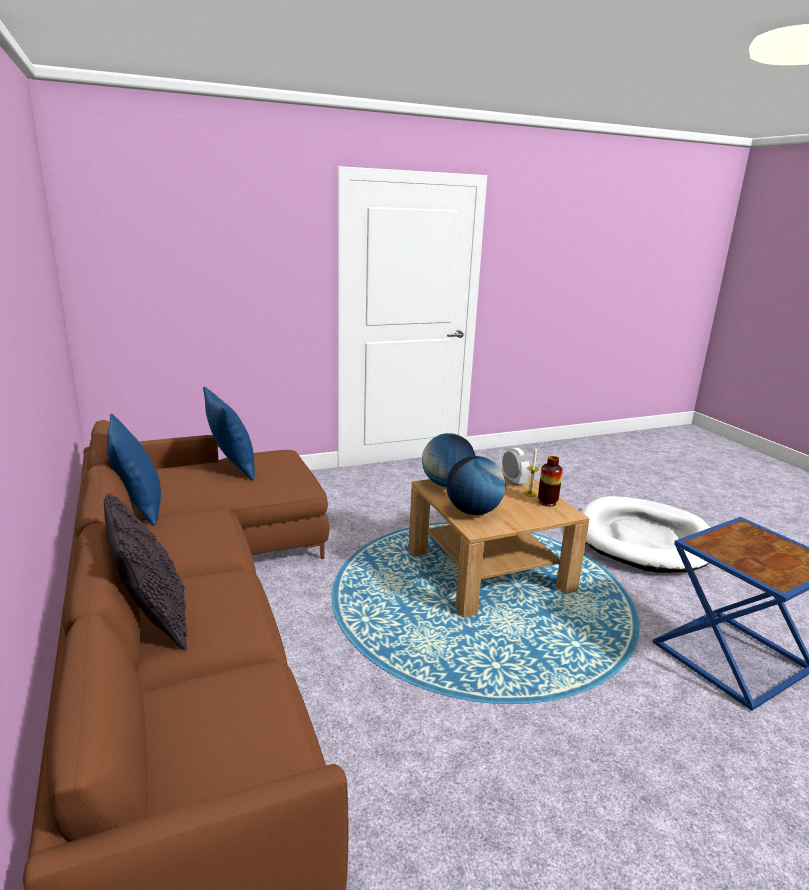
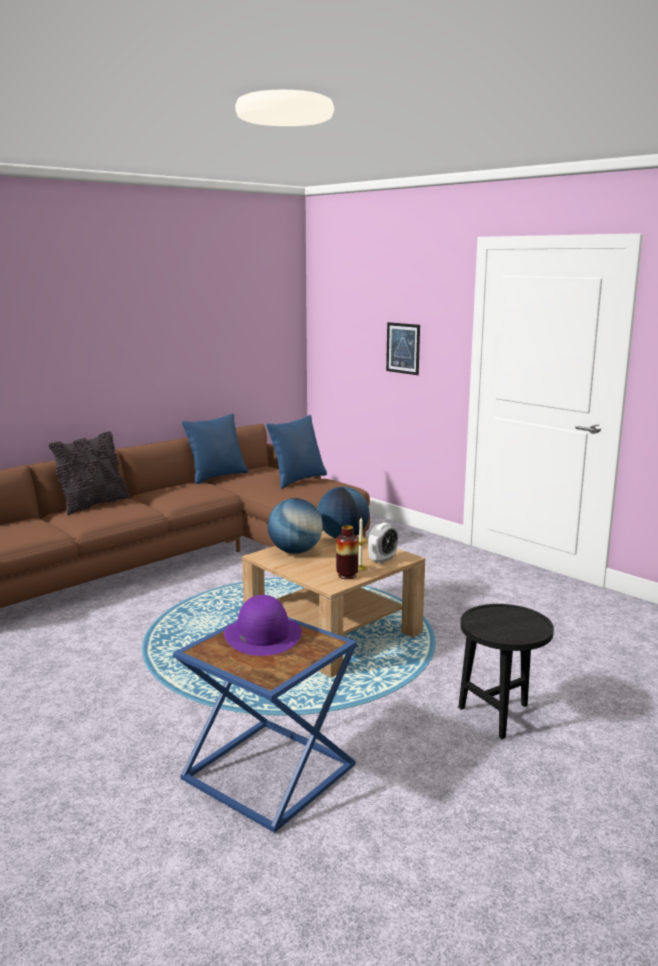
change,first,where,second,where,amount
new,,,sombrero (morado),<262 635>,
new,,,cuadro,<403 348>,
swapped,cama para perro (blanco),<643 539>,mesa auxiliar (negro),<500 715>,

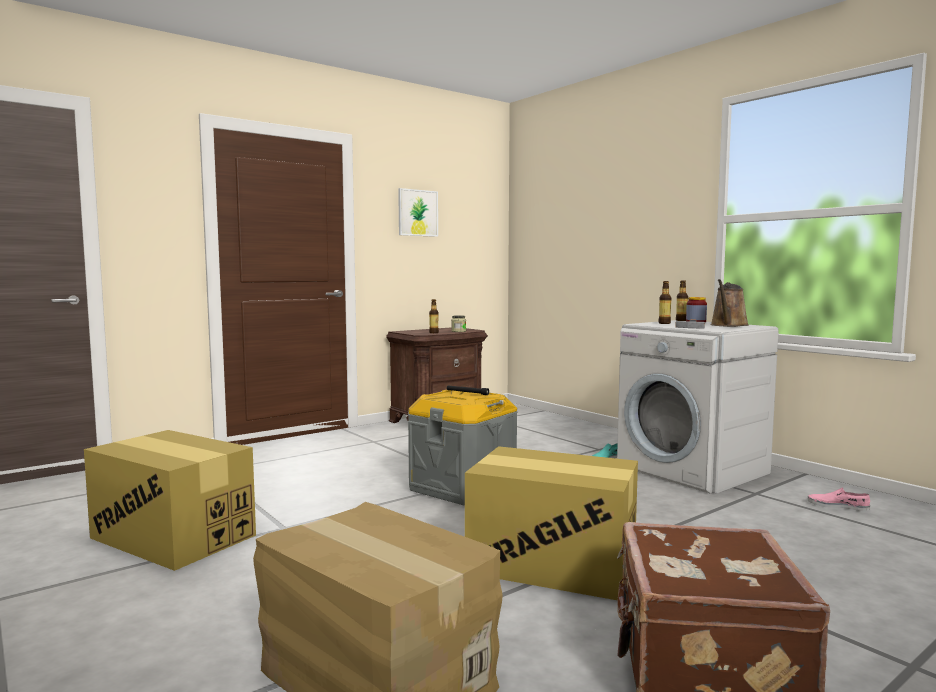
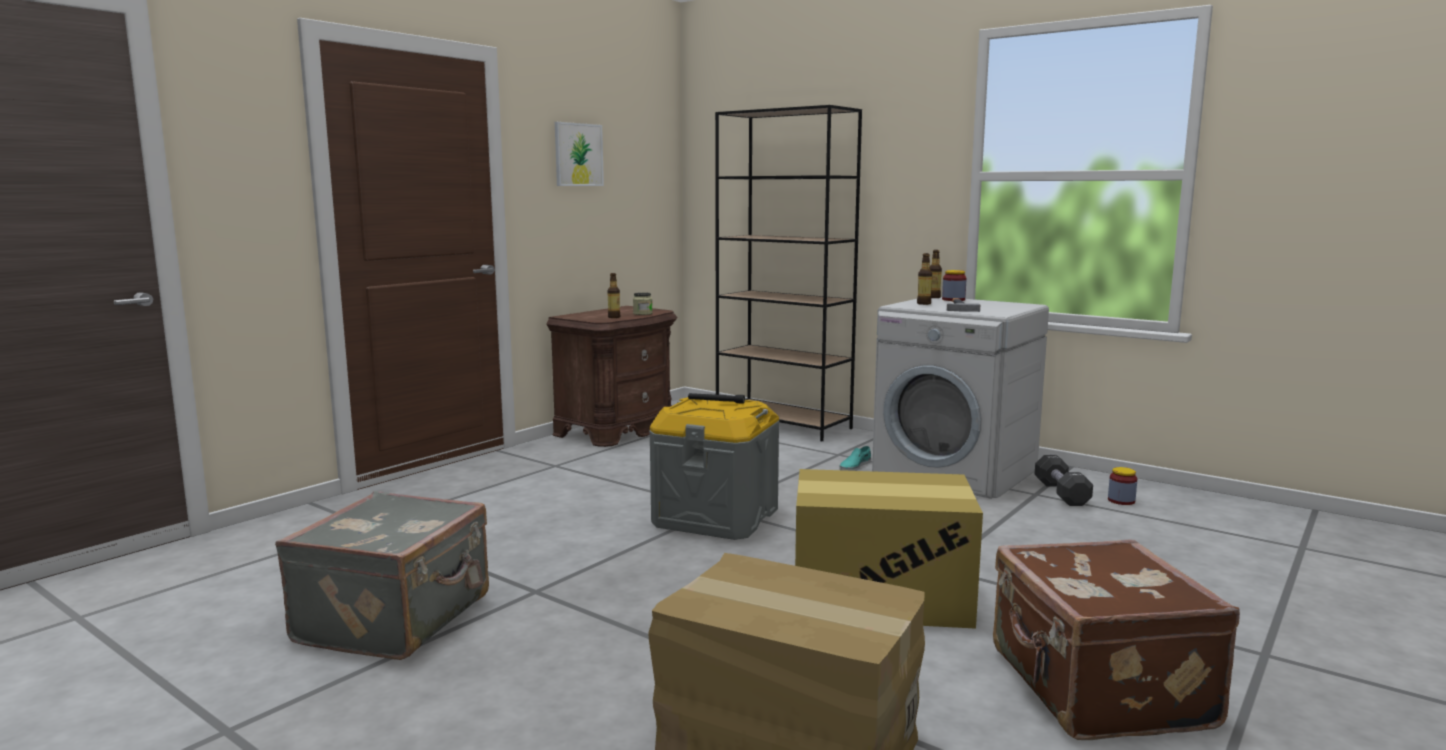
change,first,where,second,where,amount
gone,regadera (marrón),<728 325>,,,
new,,,estantería (beis),<784 424>,
new,,,mancuerna (negro),<1061 493>,
swapped,caja de cartón,<173 536>,maleta (gris),<397 619>,
swapped,zapato (rosa),<838 506>,tarro,<1121 501>,

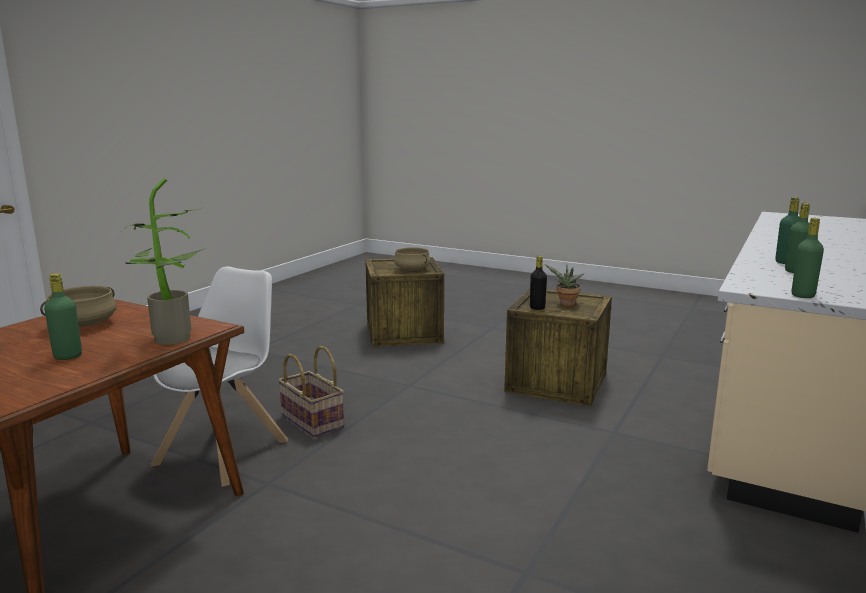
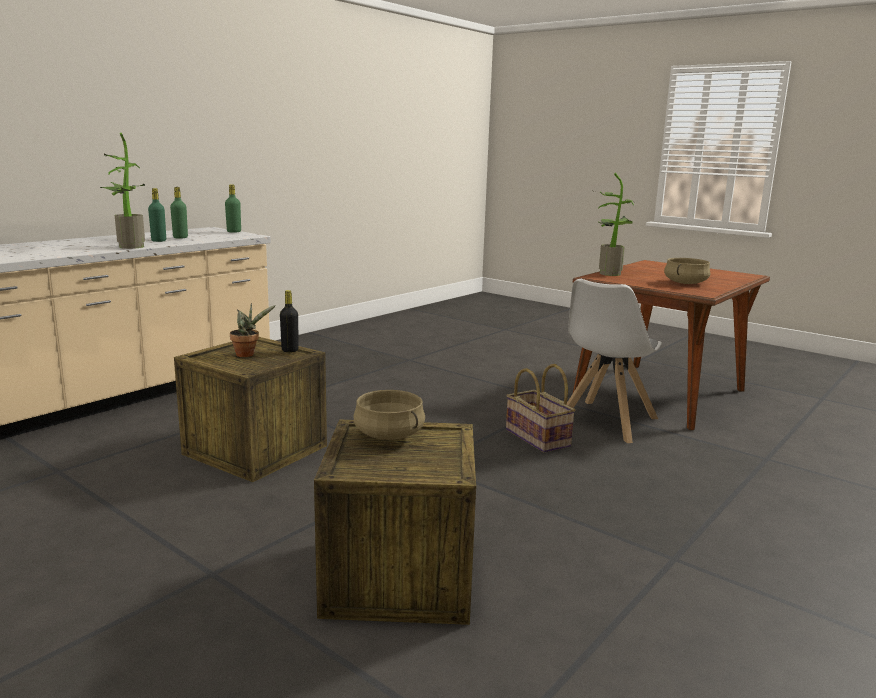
change,first,where,second,where,amount
gone,botella (verde),<68 356>,,,
new,,,planta en maceta,<128 246>,

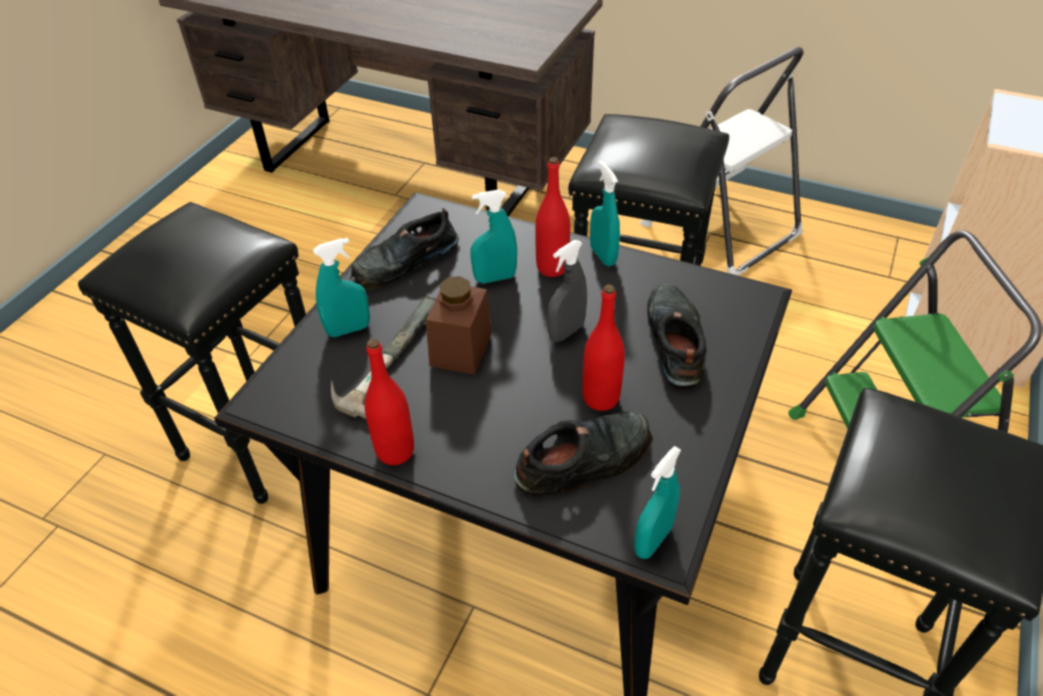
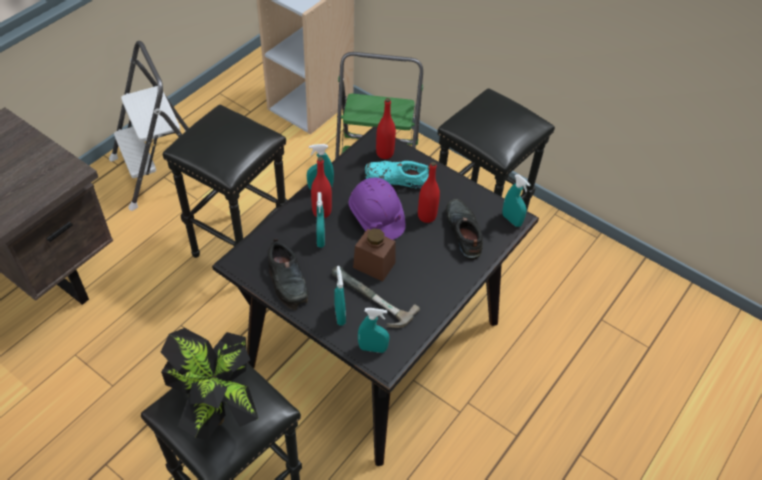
change,first,where,second,where,amount
new,,,planta en maceta,<219 406>,
new,,,pulverizador (turquesa),<372 348>,
shifted,botella (rojo),<395 451>,,<385 153>,
swapped,pulverizador (gris),<566 332>,casco (morado),<376 218>,
repainted,zapato (negro),<674 340>,zapato (turquesa),<396 178>,

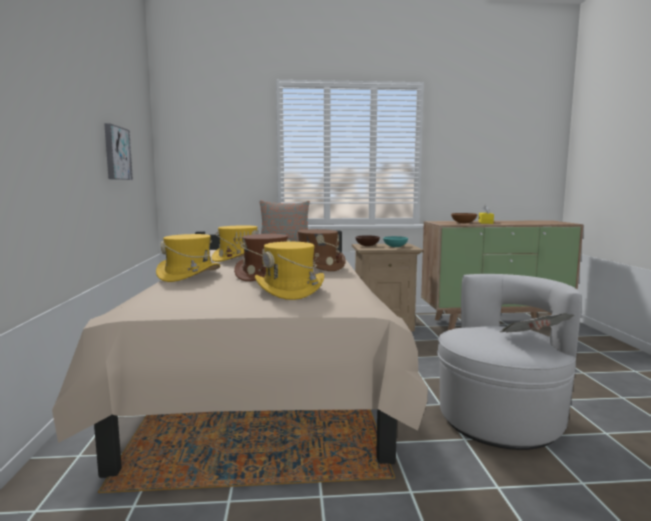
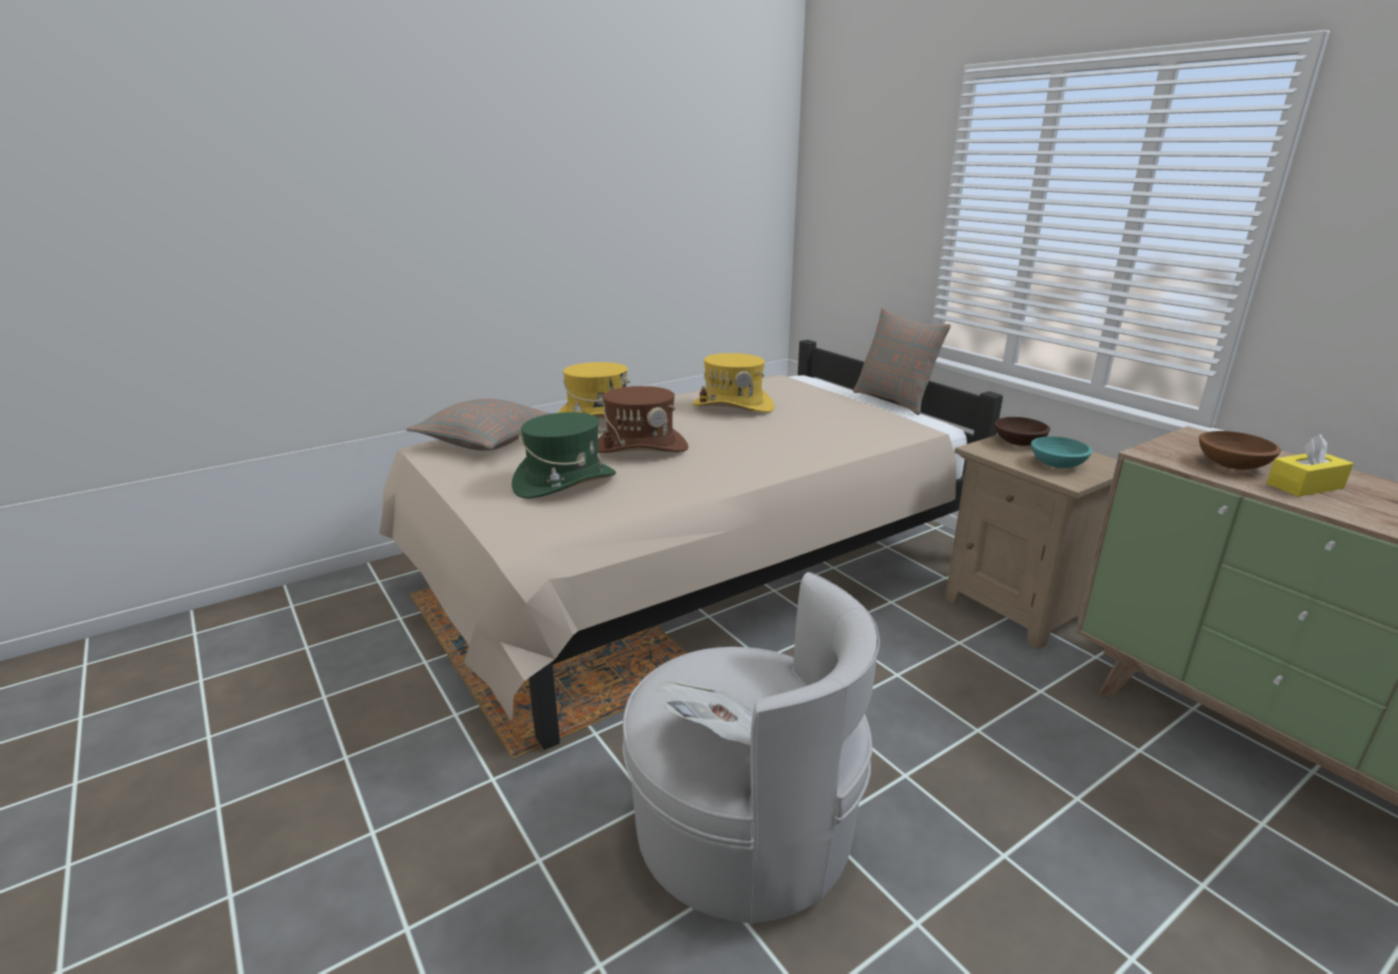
change,first,where,second,where,amount
gone,cuadro,<116 153>,,,
gone,sombrero (marrón),<317 266>,,,
new,,,cojín (gris),<487 441>,
repainted,sombrero (amarillo),<290 290>,sombrero (verde),<565 482>,

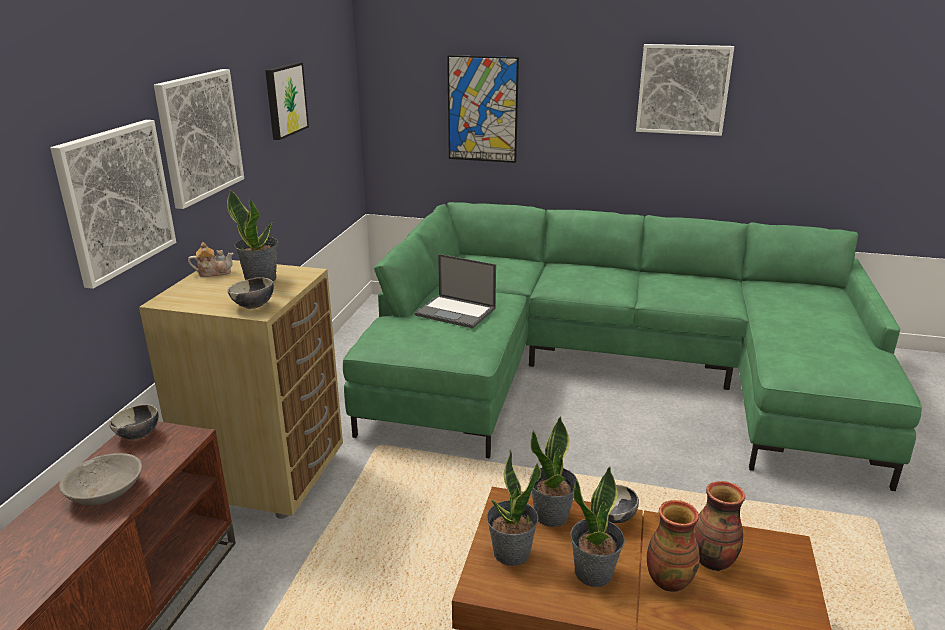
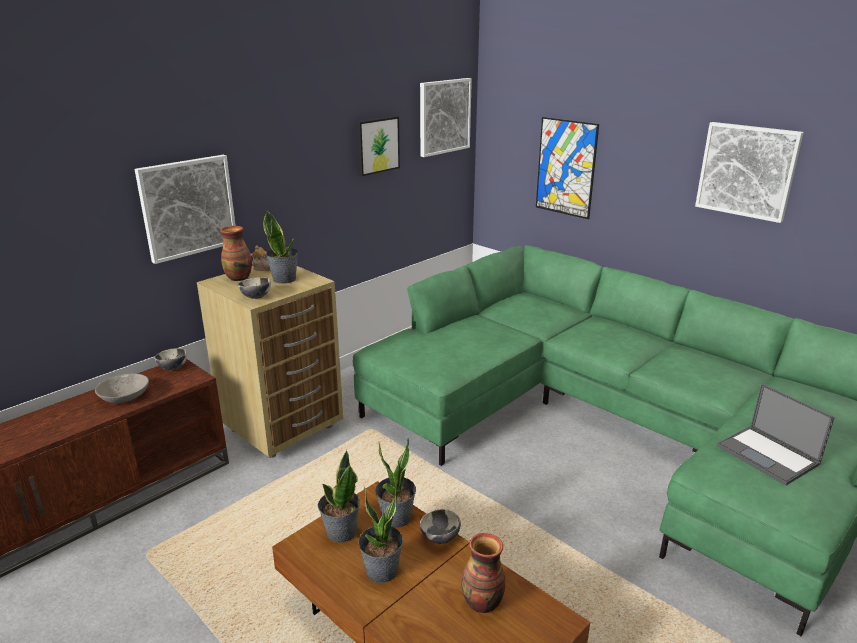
change,first,where,second,where,amount
shifted,cuadro,<199 136>,,<444 116>,
shifted,portátil,<456 312>,,<768 455>,
shifted,florero,<668 579>,,<239 278>,

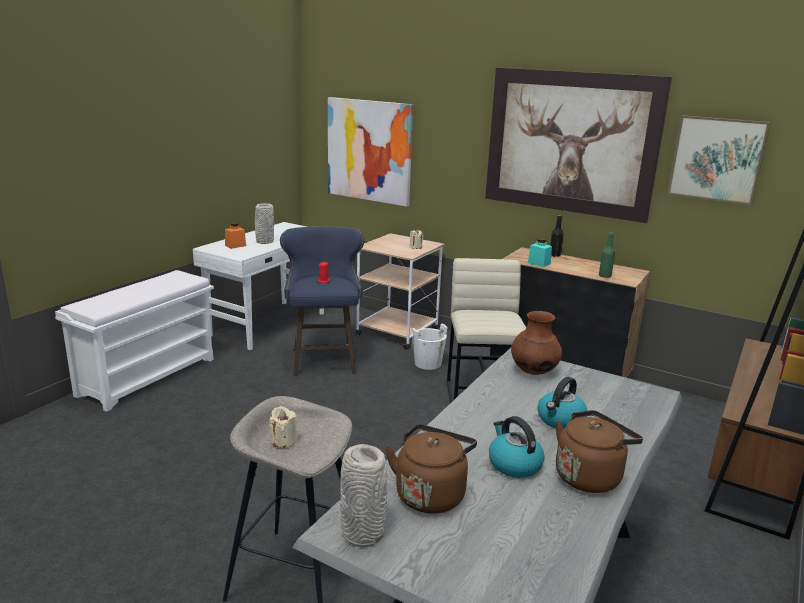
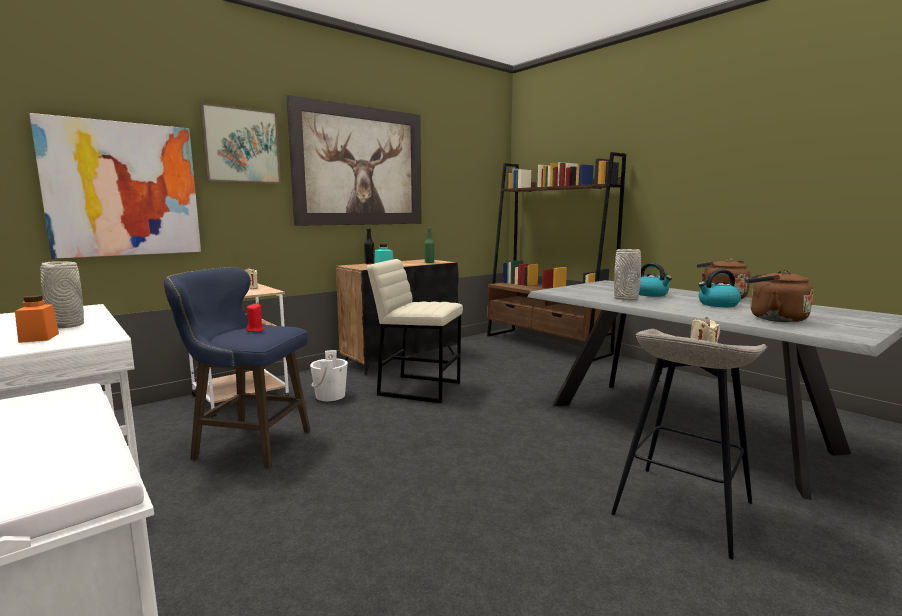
change,first,where,second,where,amount
gone,florero (marrón),<533 371>,,,
shifted,florero (gris),<363 534>,,<626 299>,
shifted,cuadro,<716 159>,,<241 146>,

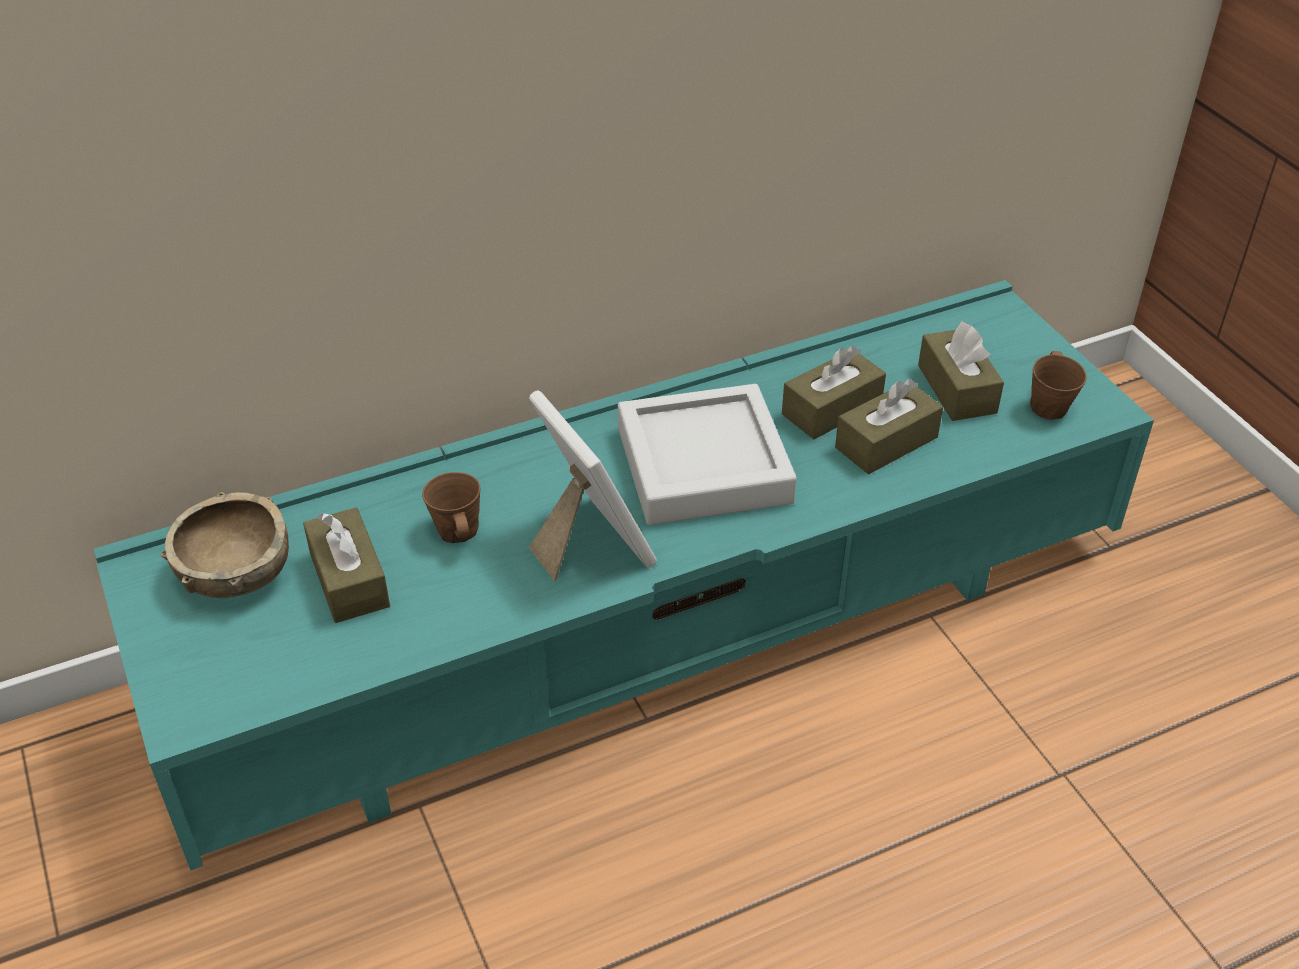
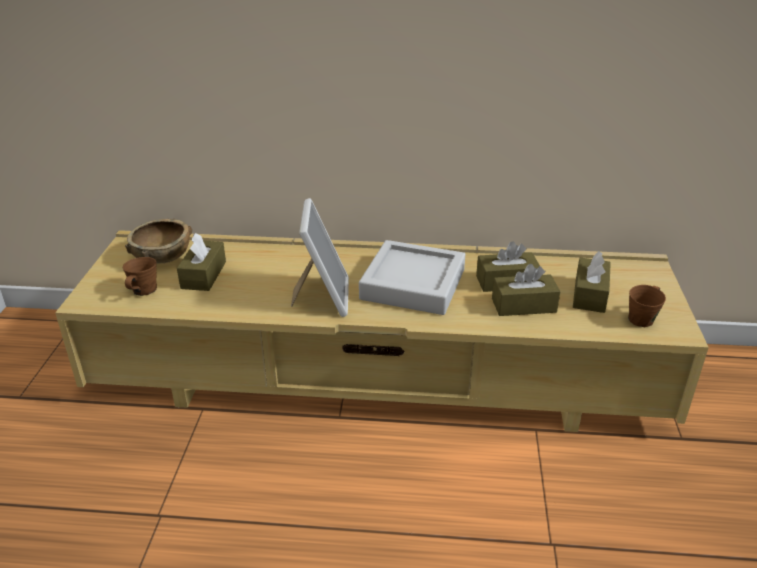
change,first,where,second,where,amount
shifted,taza grande (marrón),<458 532>,,<143 291>,
repainted,mueble de televisión (turquesa),<648 618>,mueble de televisión (beis),<379 373>,

